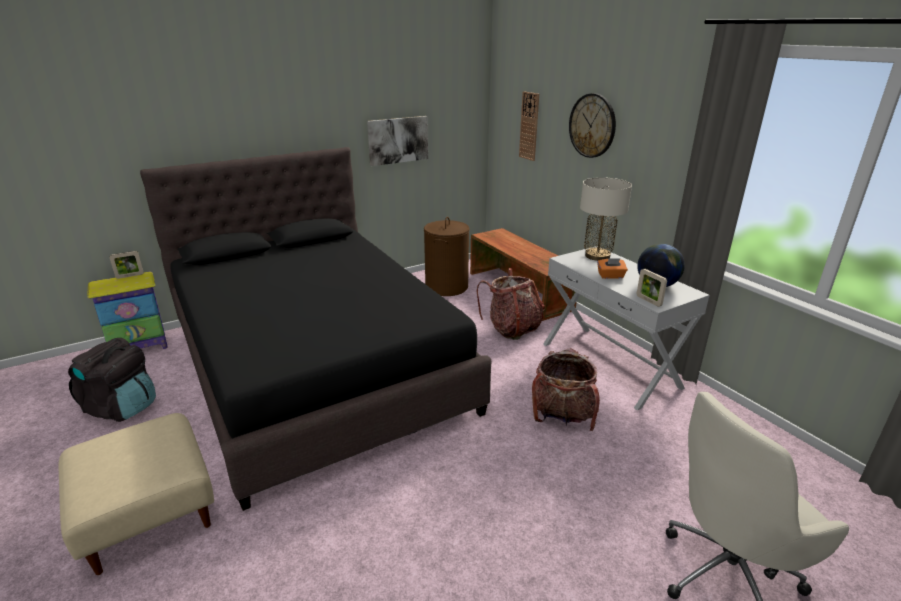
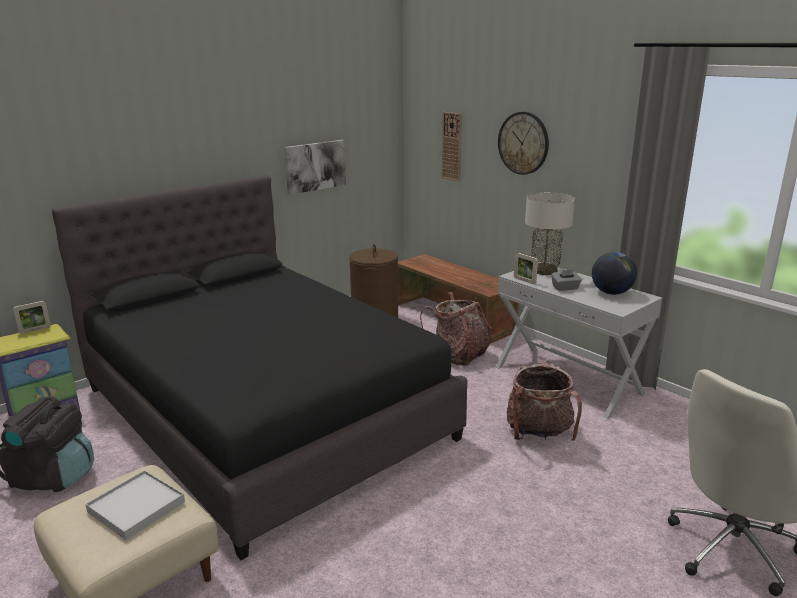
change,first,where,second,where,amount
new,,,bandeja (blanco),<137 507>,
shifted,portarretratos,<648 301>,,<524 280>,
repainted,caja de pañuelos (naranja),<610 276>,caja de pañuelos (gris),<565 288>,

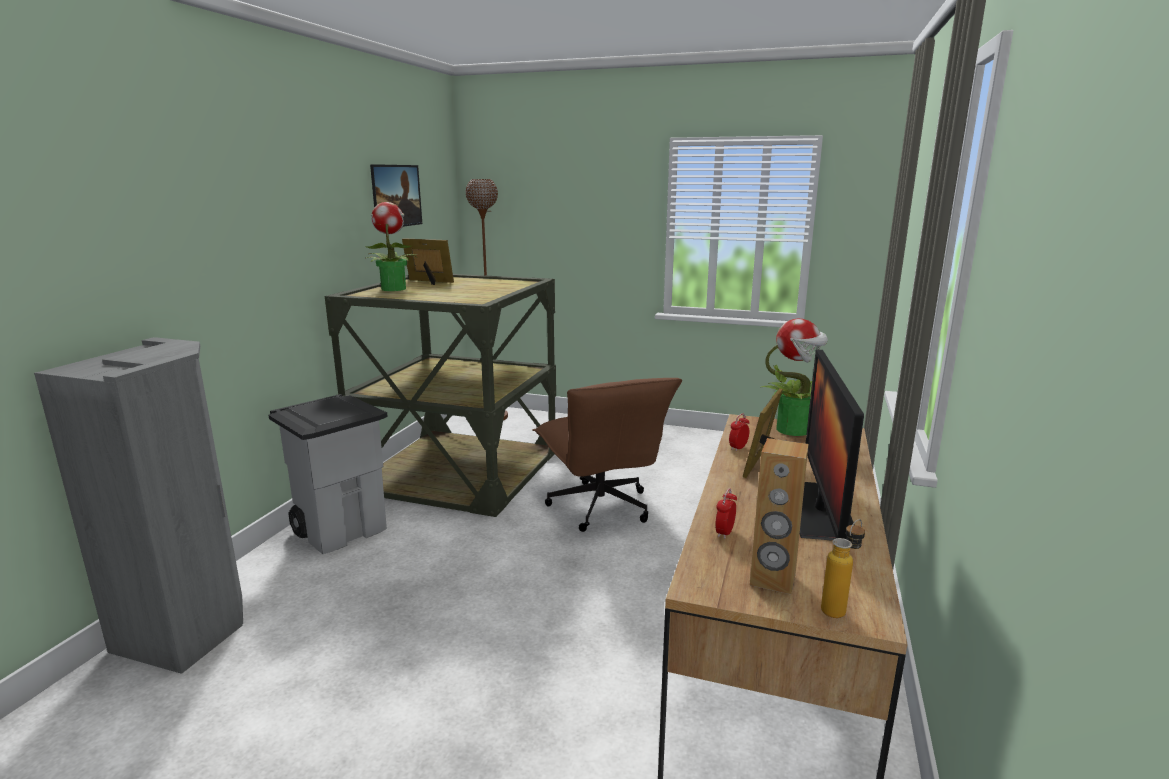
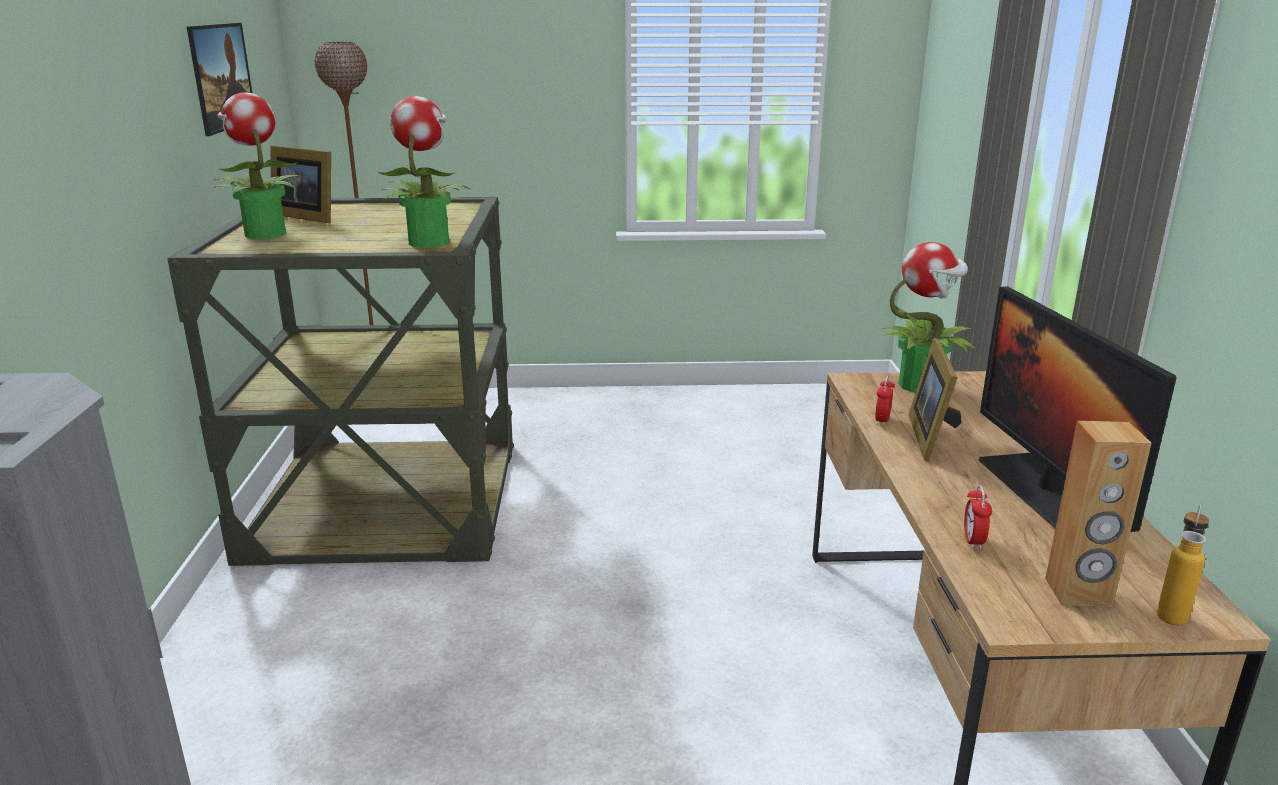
change,first,where,second,where,amount
gone,papelera (gris),<342 530>,,,
gone,silla de oficina (marrón),<599 505>,,,
new,,,planta en maceta,<428 242>,
rotated,portarretratos,<429 282>,,<306 216>,150 degrees counterclockwise

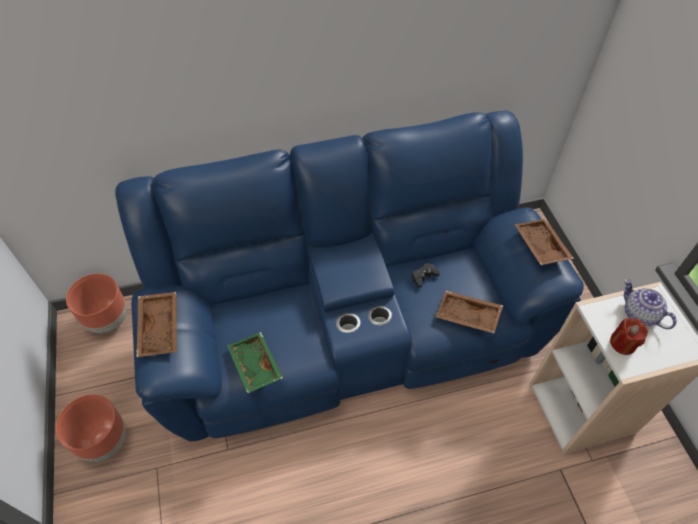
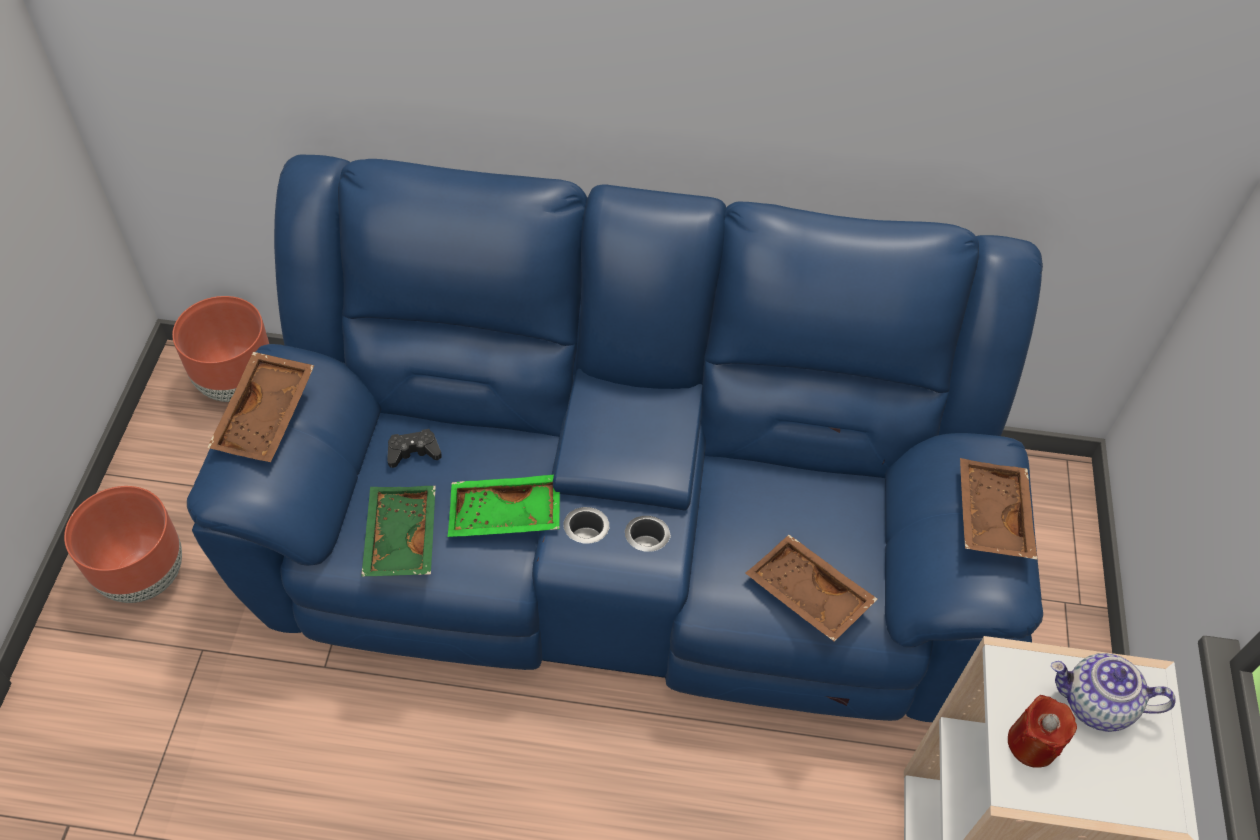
change,first,where,second,where,amount
new,,,bandeja (verde),<505 516>,
shifted,mando de consola (negro),<424 276>,,<413 452>,
rotated,tetera,<639 314>,,<1095 704>,60 degrees counterclockwise

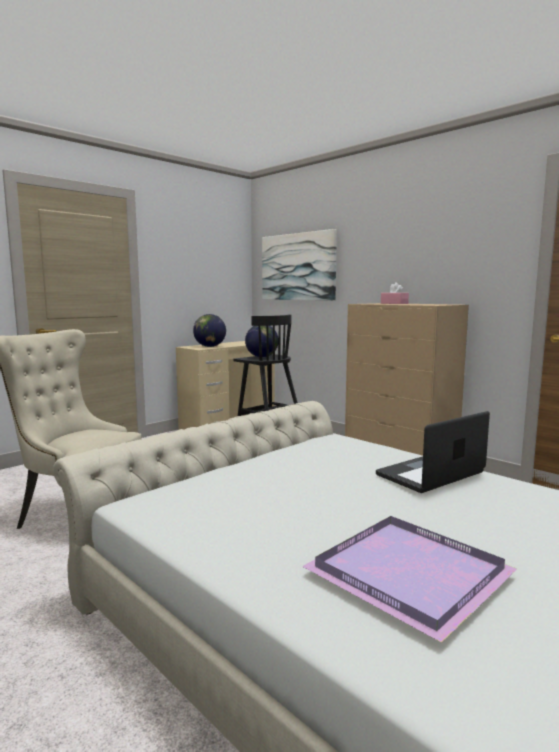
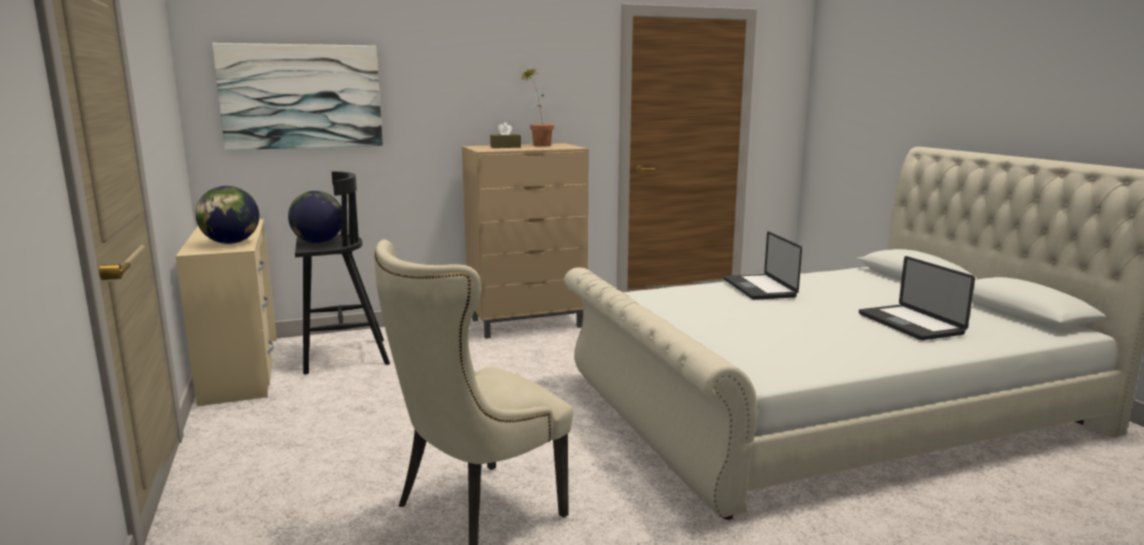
change,first,where,second,where,amount
new,,,planta en maceta,<538 145>,
swapped,bandeja (morado),<409 576>,portátil,<909 324>,
repainted,caja de pañuelos (rosa),<394 303>,caja de pañuelos (marrón),<505 147>,

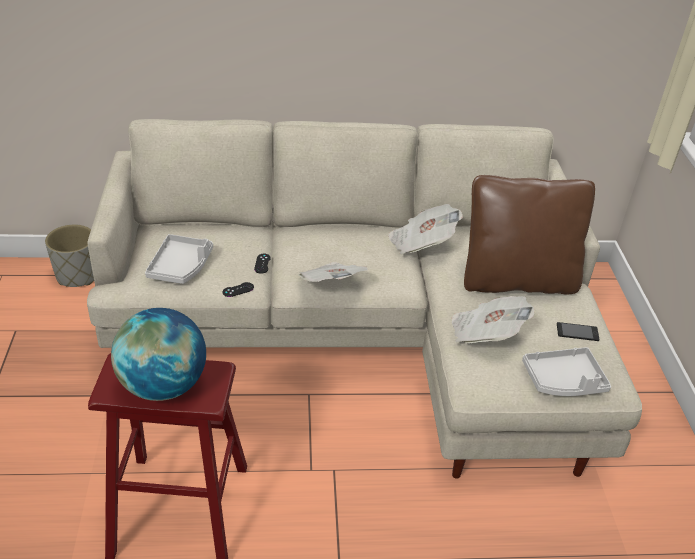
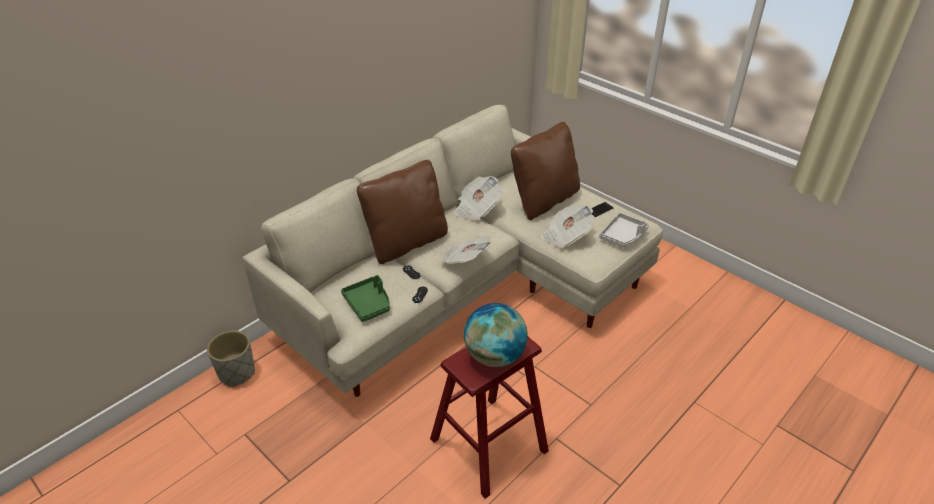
change,first,where,second,where,amount
new,,,cojín (marrón),<406 243>,
repainted,bandeja (gris),<181 266>,bandeja (verde),<368 304>,

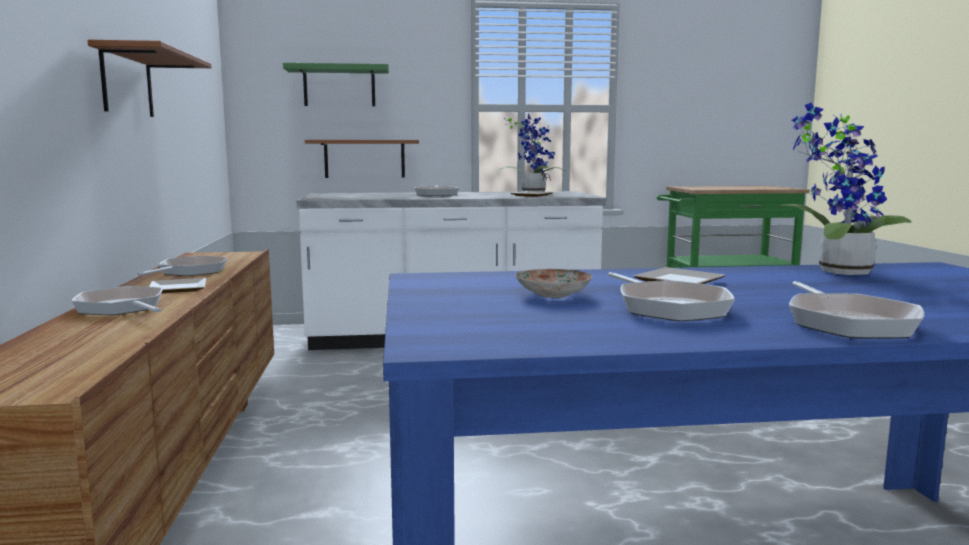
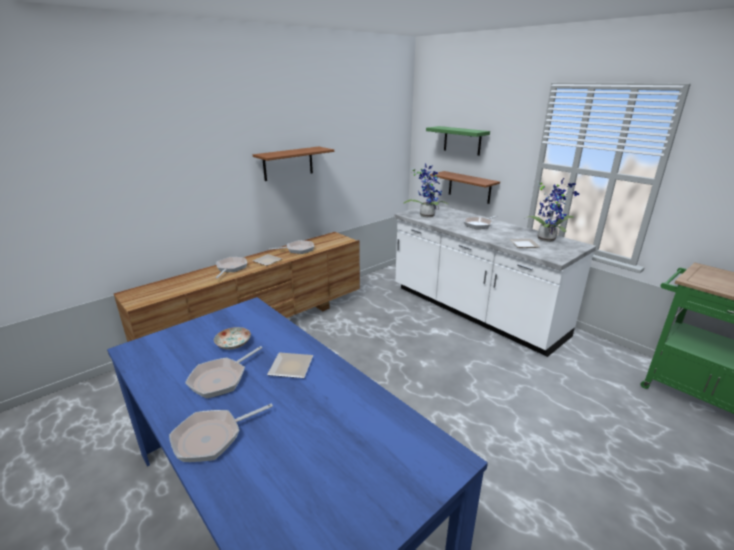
change,first,where,second,where,amount
shifted,planta en maceta,<837 271>,,<426 215>,

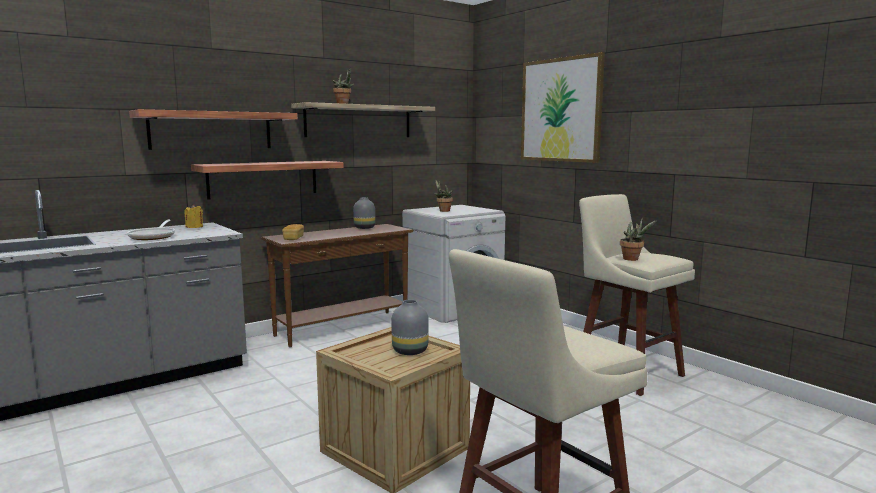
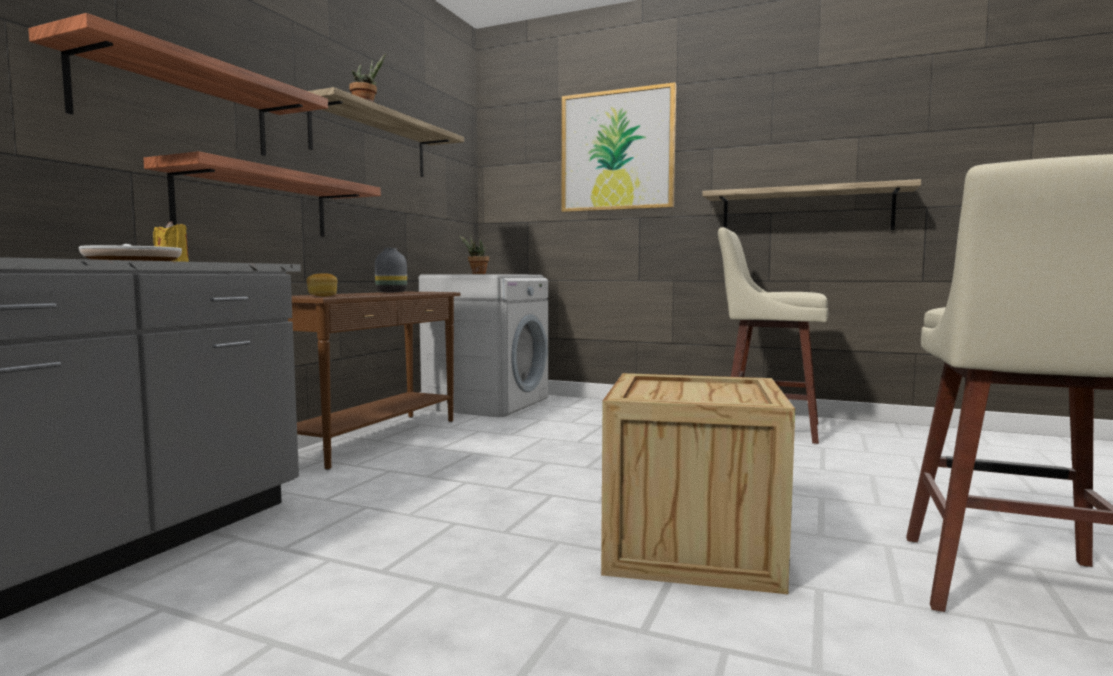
change,first,where,second,where,amount
gone,florero (gris),<409 351>,,,
gone,planta en maceta,<633 259>,,,
new,,,estante,<805 211>,

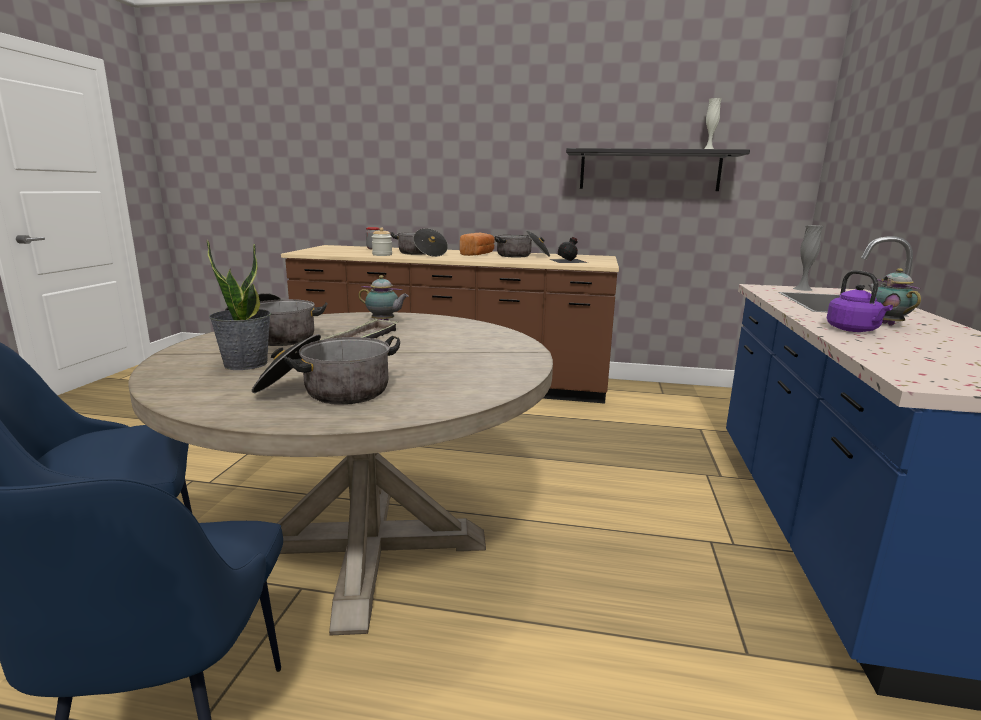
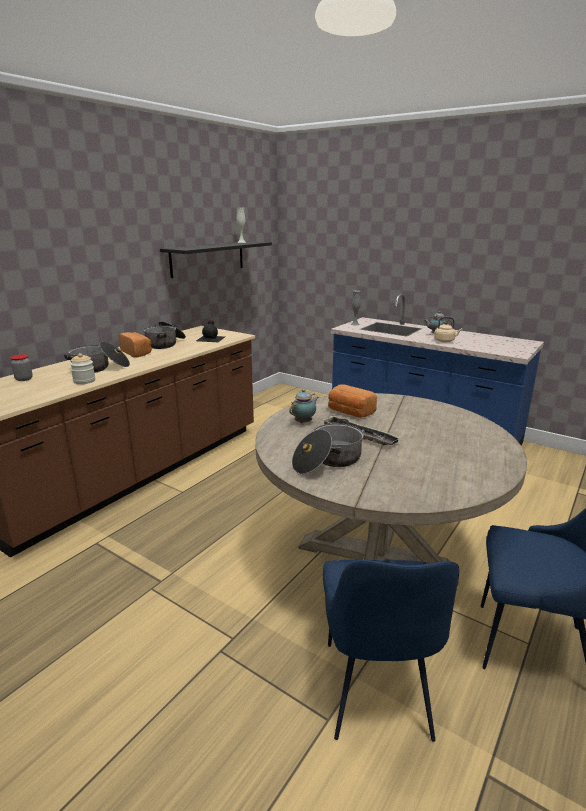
change,first,where,second,where,amount
gone,planta en maceta,<245 364>,,,
gone,olla,<327 392>,,,
new,,,pan,<349 412>,
repainted,hervidor (morado),<854 330>,hervidor (beis),<445 341>,

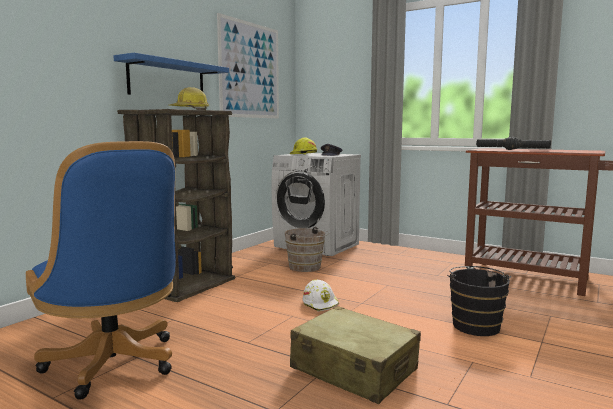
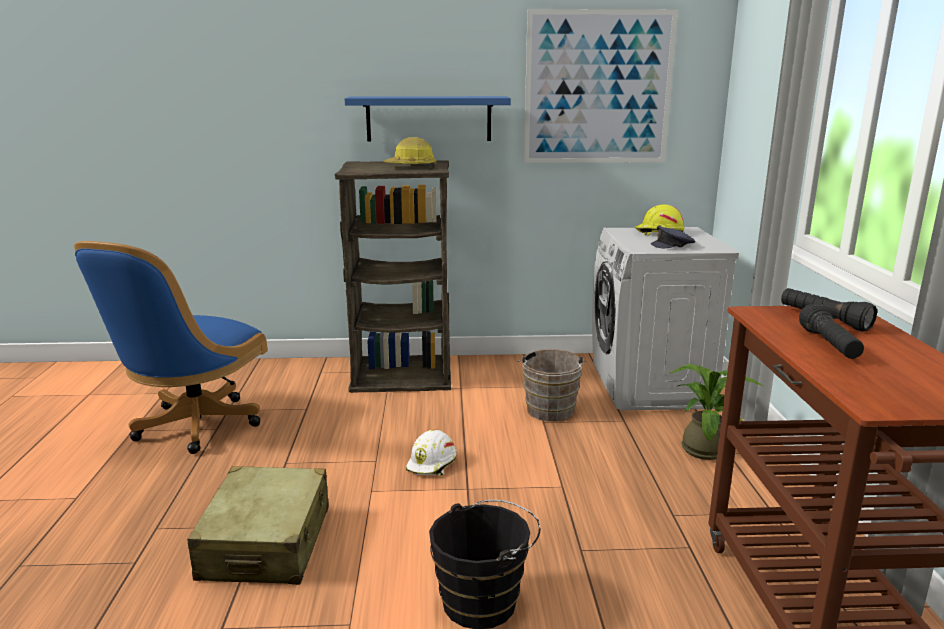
change,first,where,second,where,amount
new,,,planta en maceta,<704 447>,

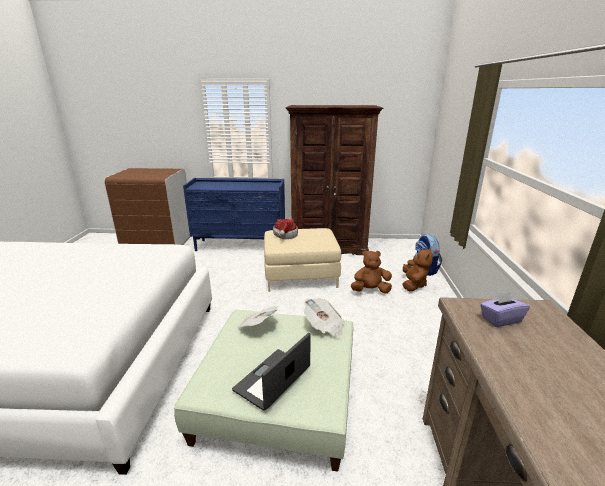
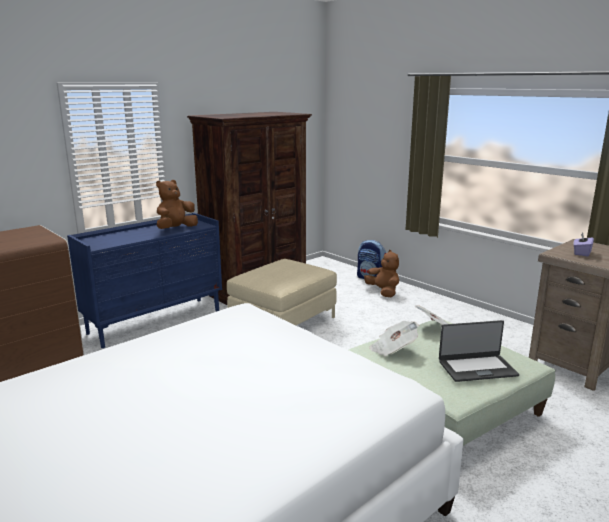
change,first,where,second,where,amount
gone,sombrero,<285 235>,,,
shifted,peluche (marrón),<370 290>,,<176 229>,
rotated,portátil,<273 379>,,<477 368>,90 degrees counterclockwise

